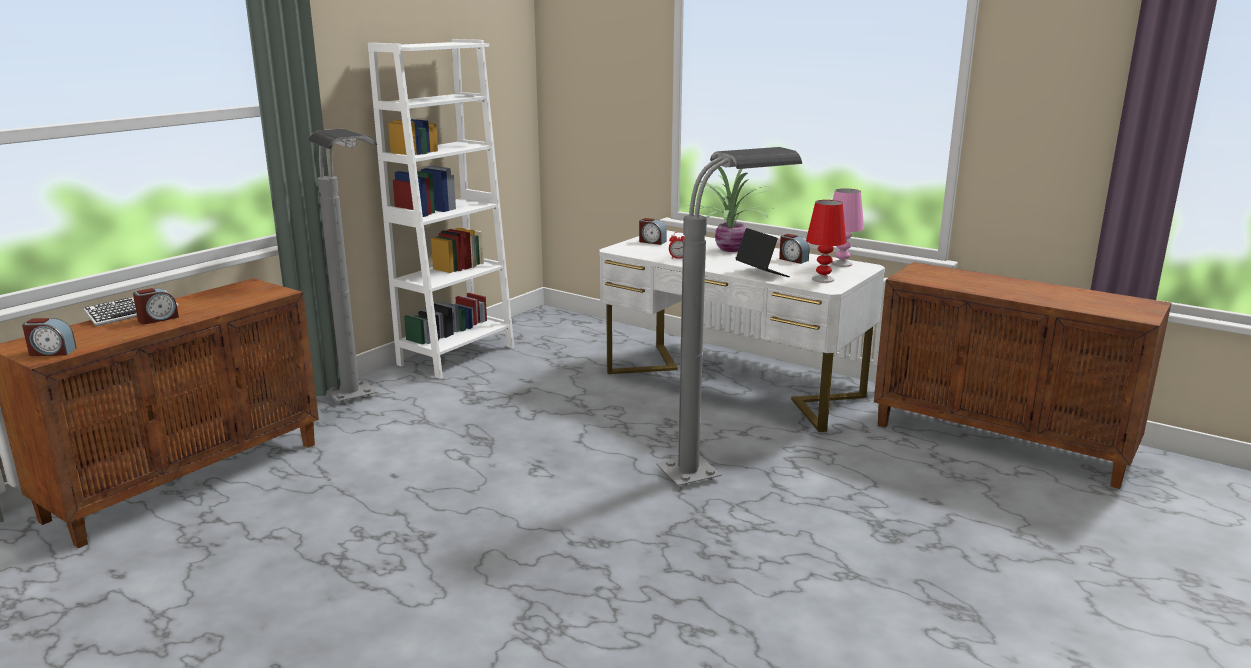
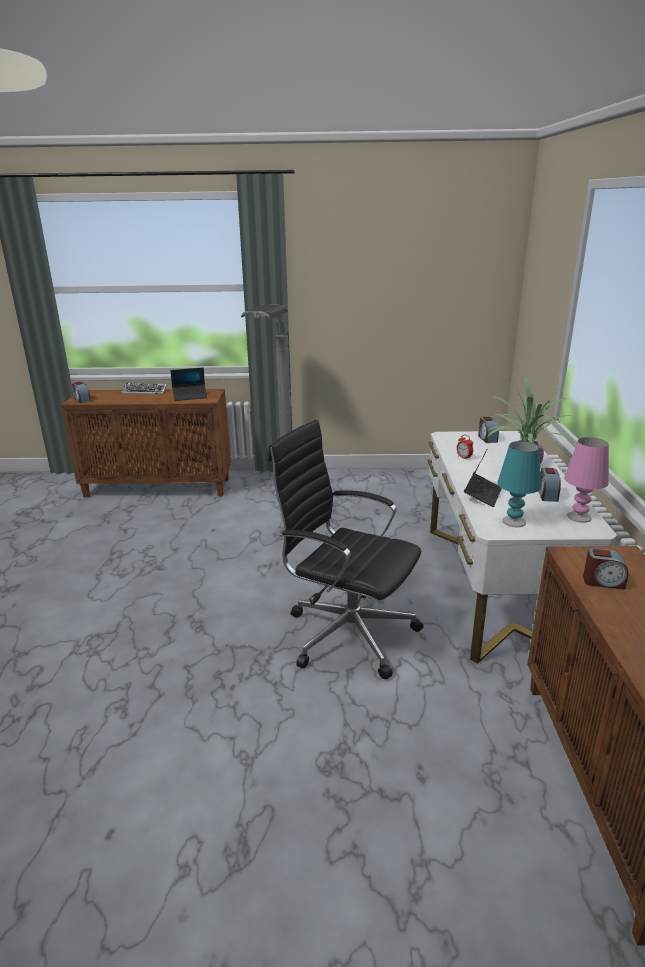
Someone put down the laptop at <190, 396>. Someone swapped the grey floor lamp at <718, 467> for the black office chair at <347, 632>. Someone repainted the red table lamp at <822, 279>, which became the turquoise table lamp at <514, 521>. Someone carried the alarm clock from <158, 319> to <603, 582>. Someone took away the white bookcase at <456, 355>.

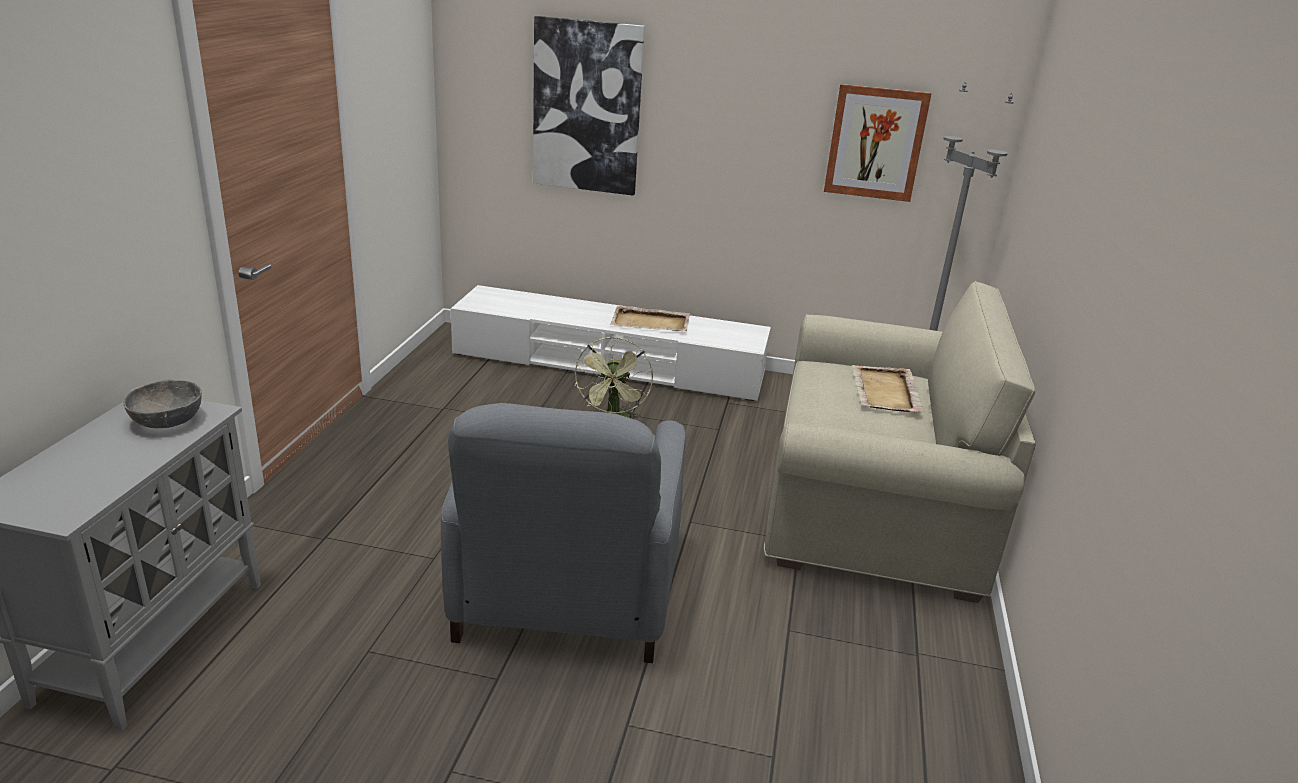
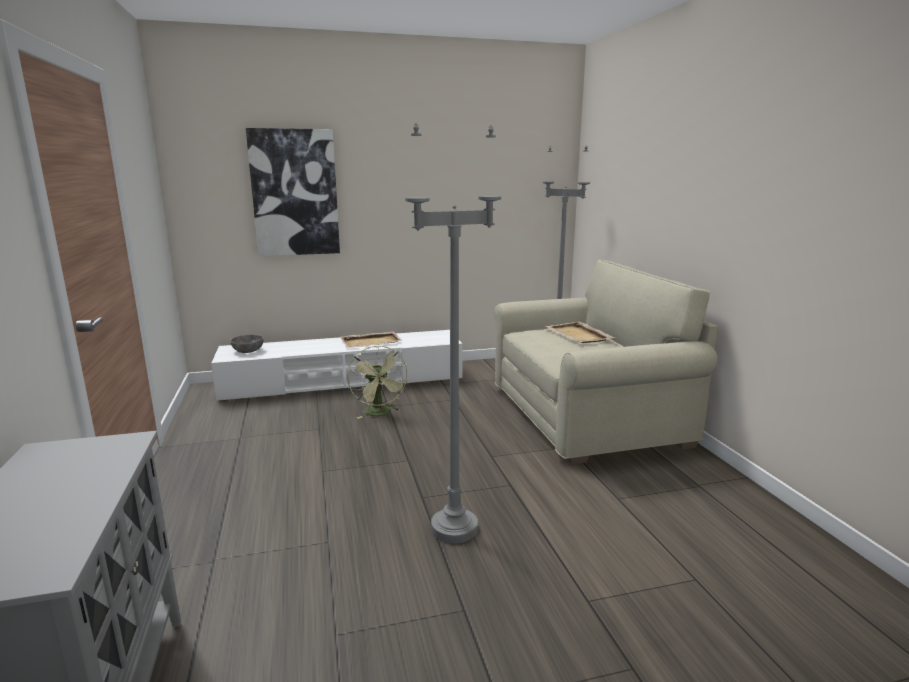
Someone carried the grey bowl from <168, 420> to <248, 351>. Someone swapped the grey armchair at <565, 592> for the grey floor lamp at <454, 529>. Someone took away the picture at <875, 143>.

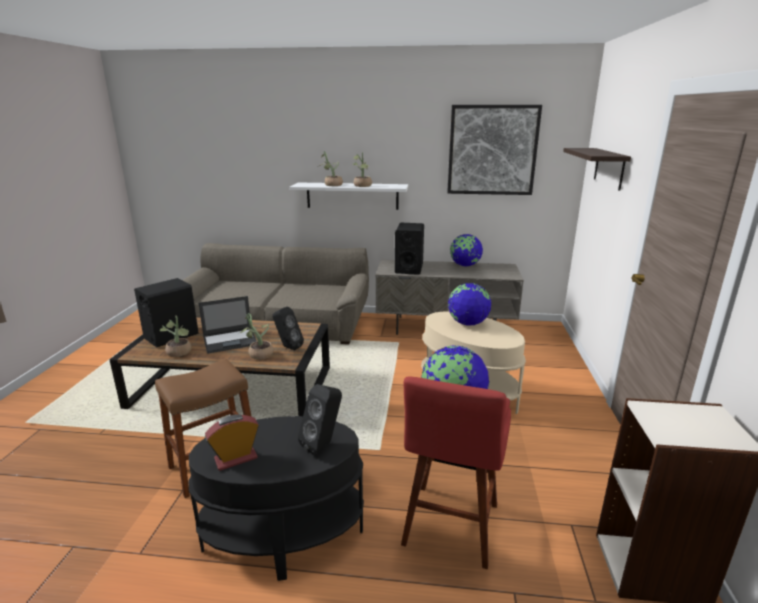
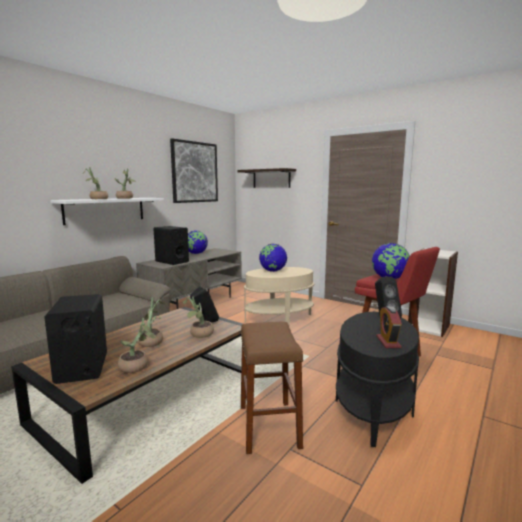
Someone swapped the laptop at <231, 341> for the potted plant at <152, 341>.

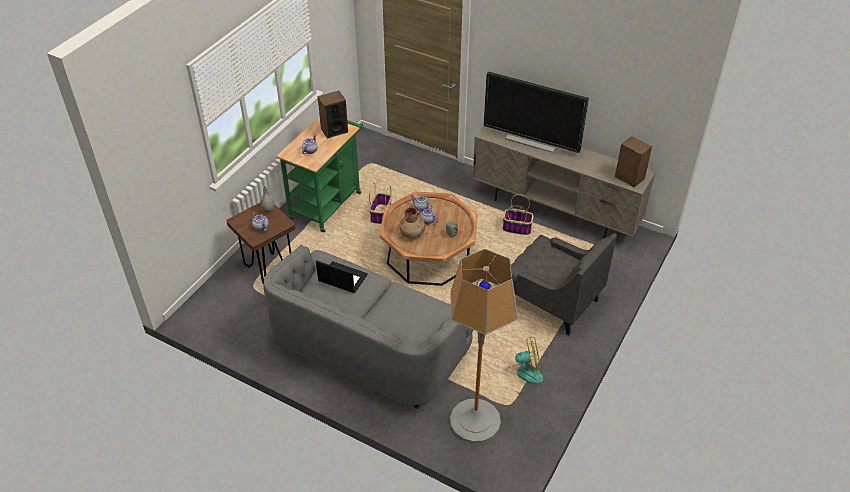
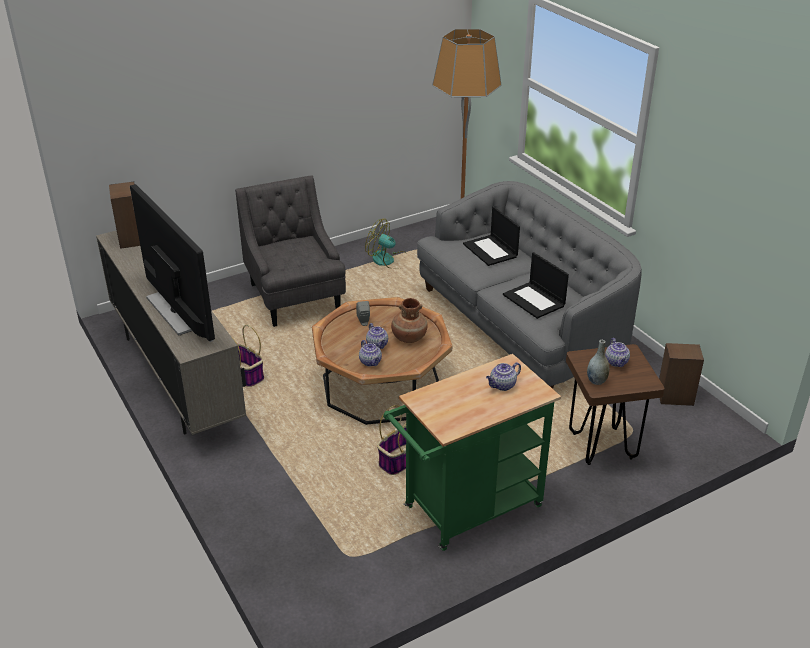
Someone put down the laptop at <491, 250>. Someone carried the speaker from <334, 130> to <675, 397>.

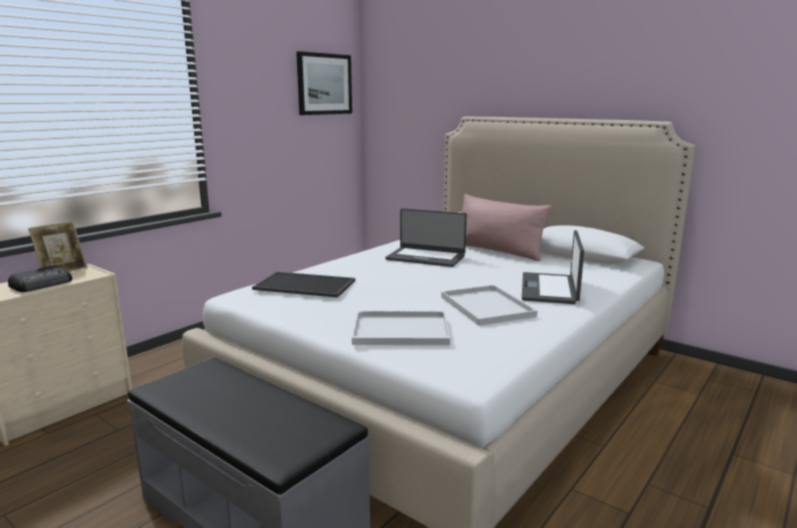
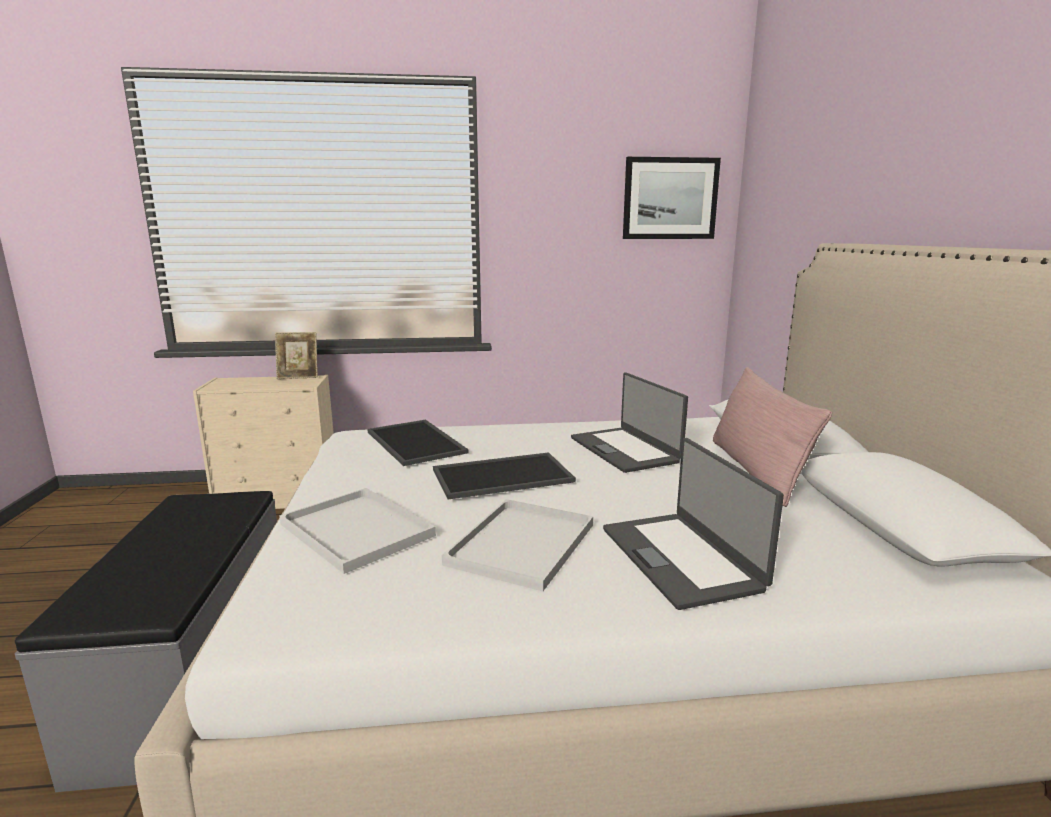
Someone put down the tray at <503, 475>. Someone rotated the laptop at <550, 289> by 75 degrees counterclockwise. Someone took away the radio at <43, 284>.

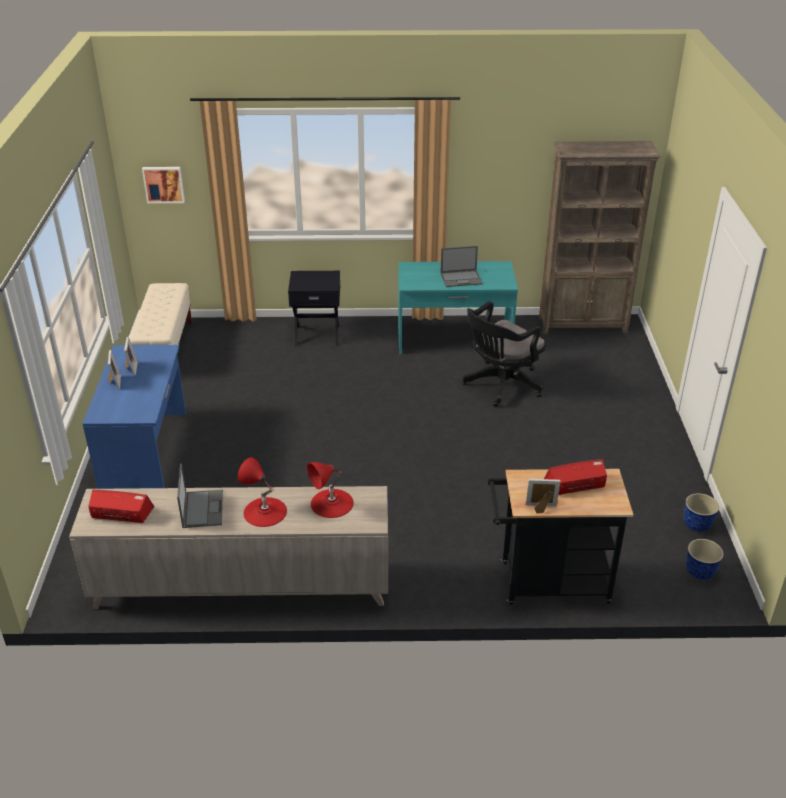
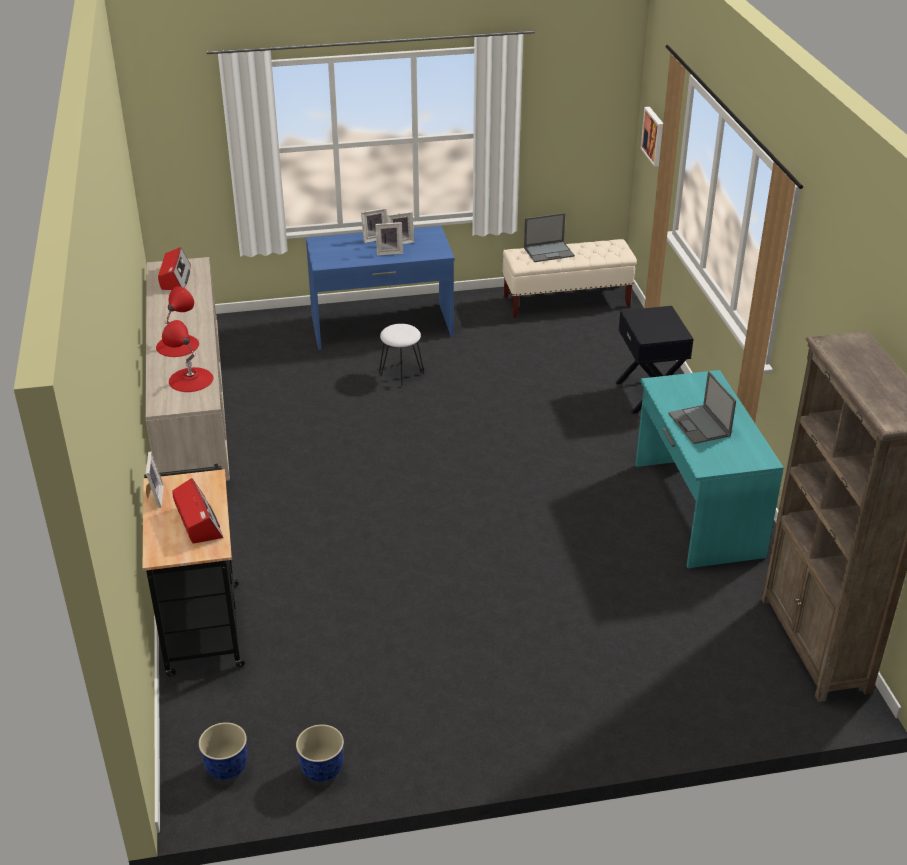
Someone put down the picture frame at <389, 252>. Someone put down the white stool at <401, 374>. Someone carried the laptop from <202, 508> to <549, 252>. Someone took away the black office chair at <500, 386>.

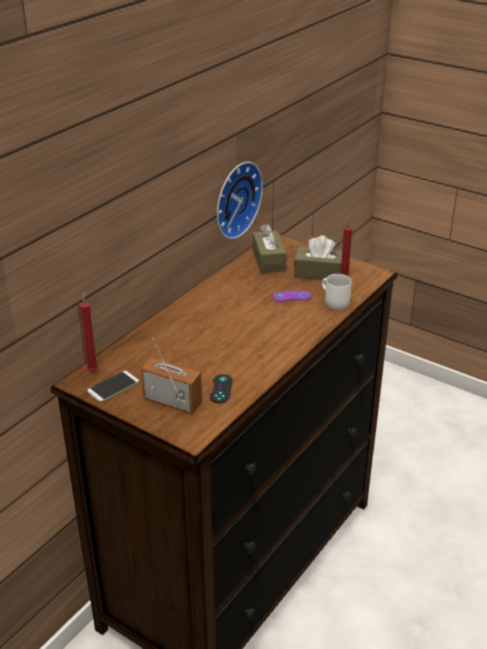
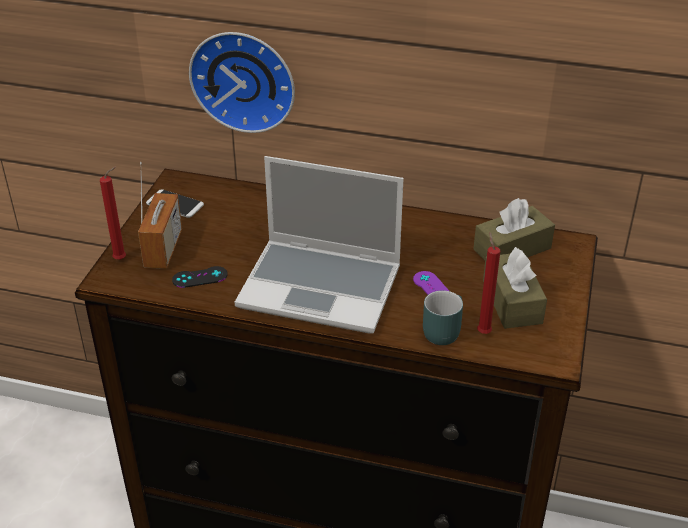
Someone carried the red candle from <93, 370> to <122, 259>. Someone carried the wall clock from <234, 199> to <244, 79>. Someone put down the laptop at <322, 287>. Someone repainted the white mug at <333, 302>, which became the turquoise mug at <441, 329>.

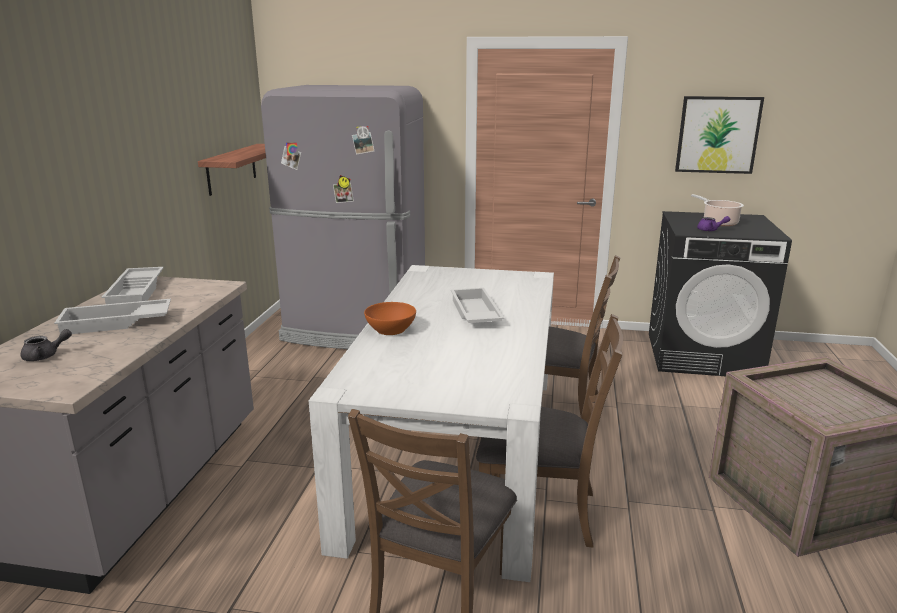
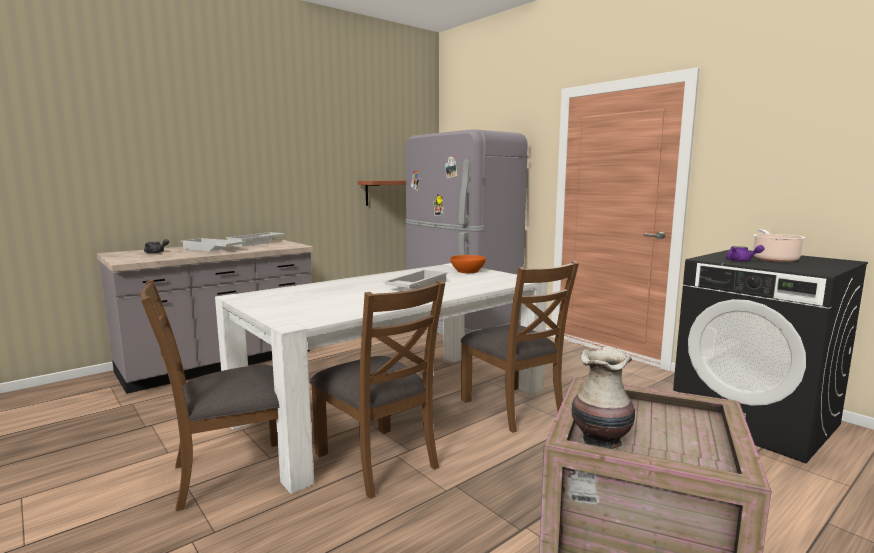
Someone carried the orange bowl from <390, 329> to <467, 271>. Someone put down the vase at <601, 441>. Someone took away the picture at <717, 135>.

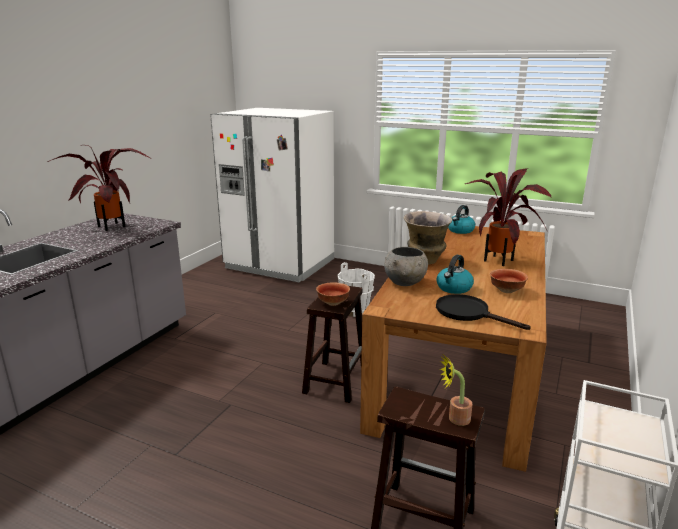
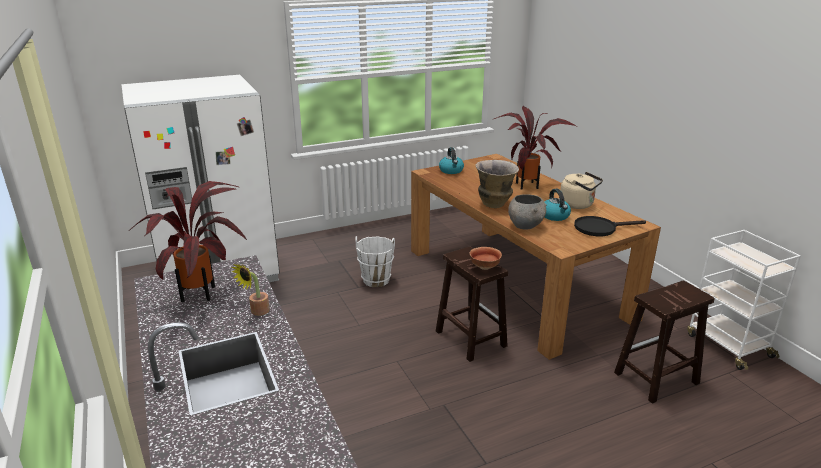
Someone carried the potted plant from <454, 419> to <257, 312>. Someone swapped the bowl at <506, 291> for the beige kettle at <578, 205>.

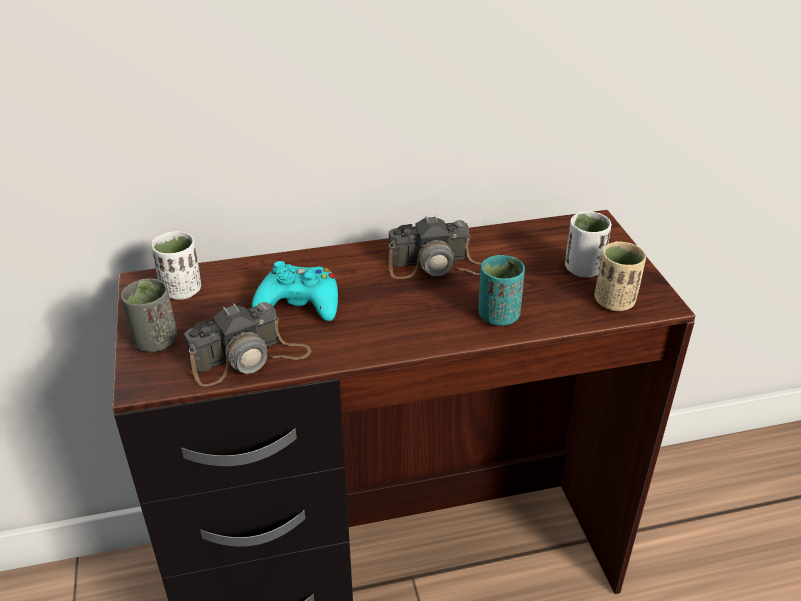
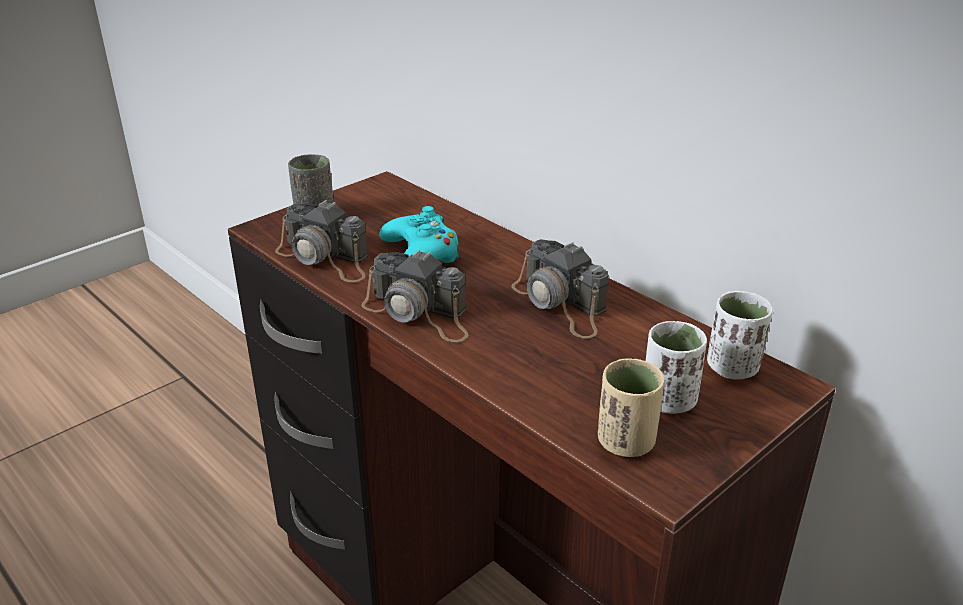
Someone put down the photo camera at <419, 313>. Someone carried the white cup from <182, 290> to <732, 368>. Someone took away the turquoise cup at <498, 316>.

